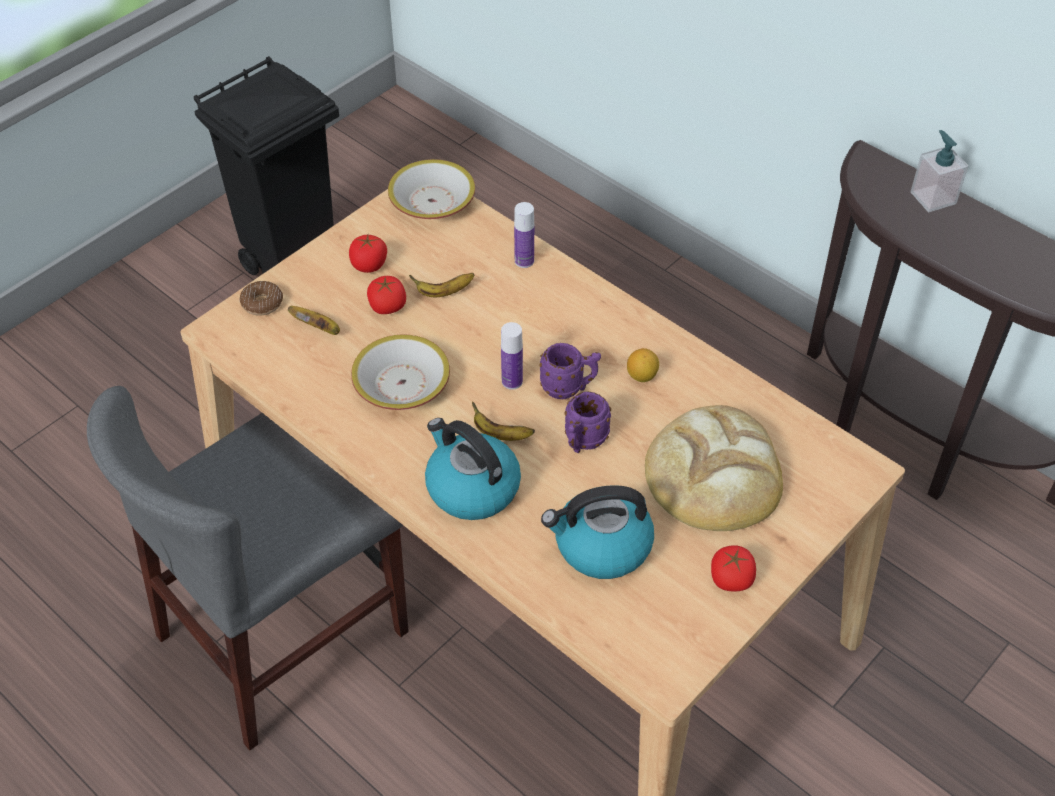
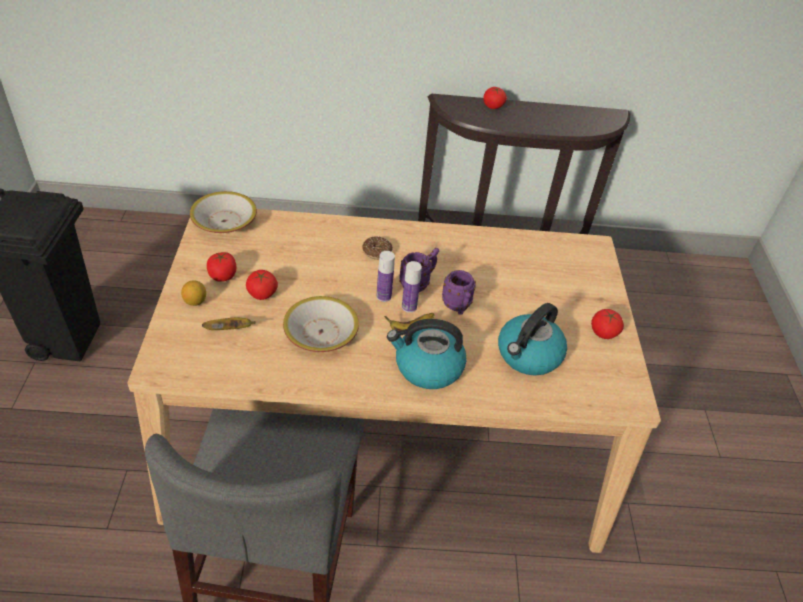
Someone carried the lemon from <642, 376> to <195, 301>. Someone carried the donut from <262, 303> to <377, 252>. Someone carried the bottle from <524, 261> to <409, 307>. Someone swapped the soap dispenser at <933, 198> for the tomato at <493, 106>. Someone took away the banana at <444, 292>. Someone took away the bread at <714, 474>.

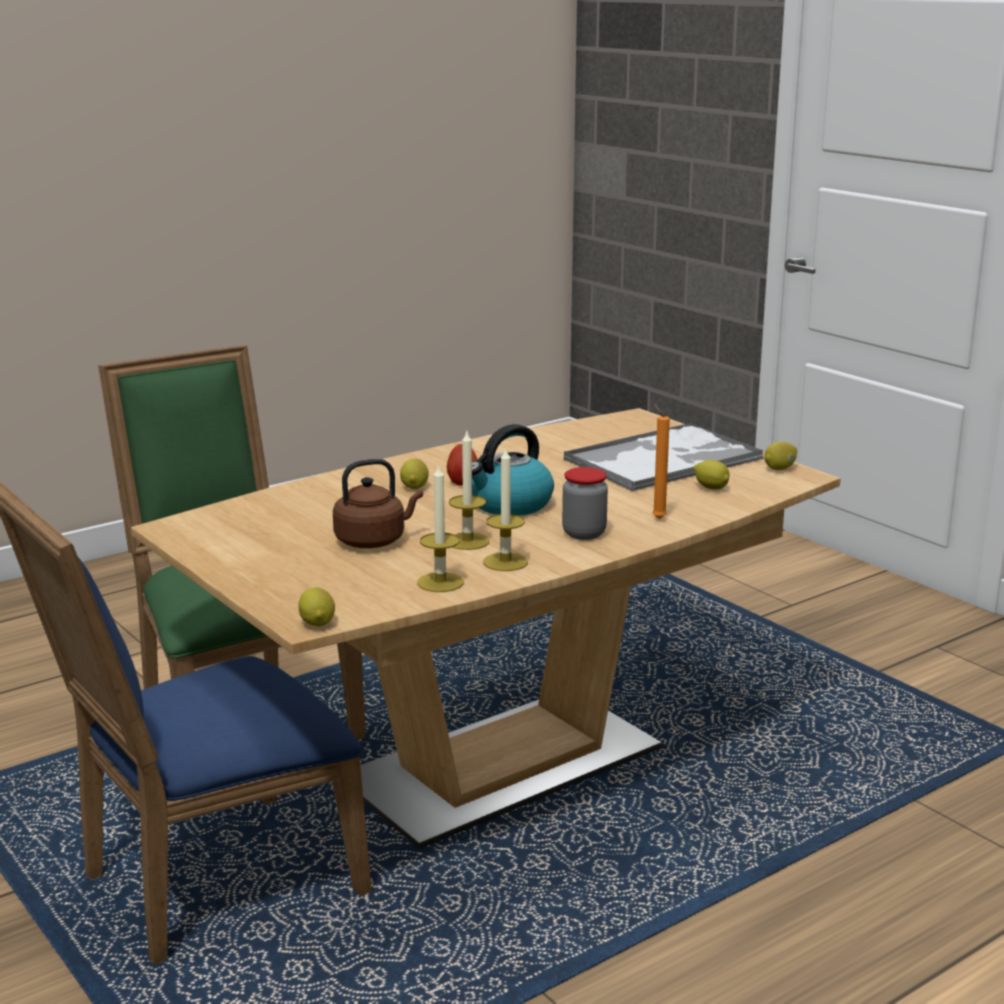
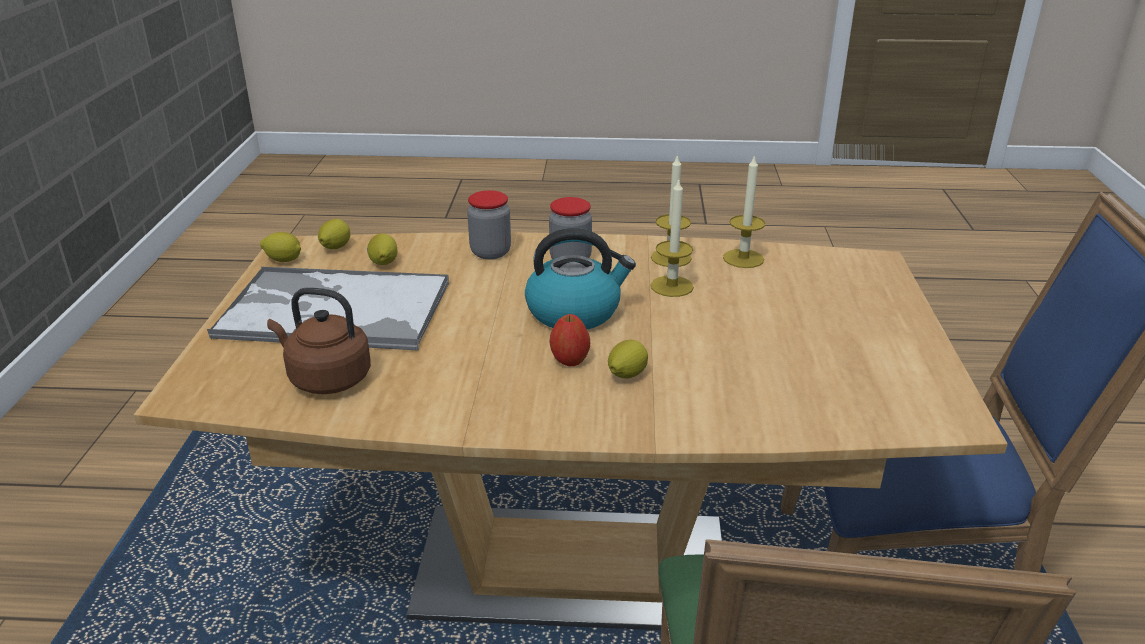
Someone carried the brown kettle from <373, 541> to <326, 378>. Someone carried the lemon from <317, 623> to <335, 248>. Someone swapped the orange candle at <657, 518> for the jar at <490, 252>.

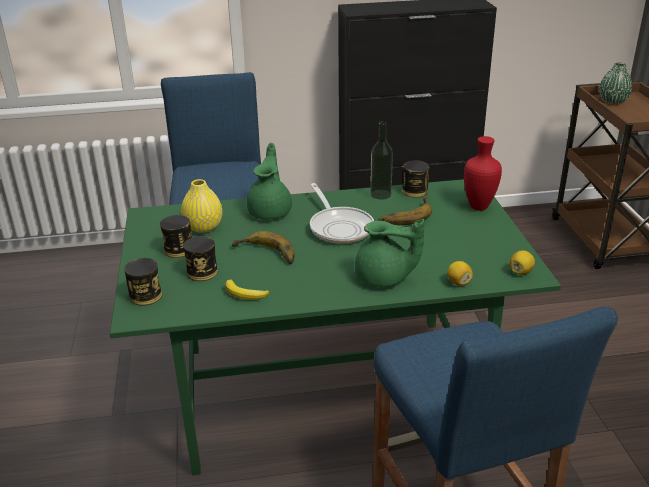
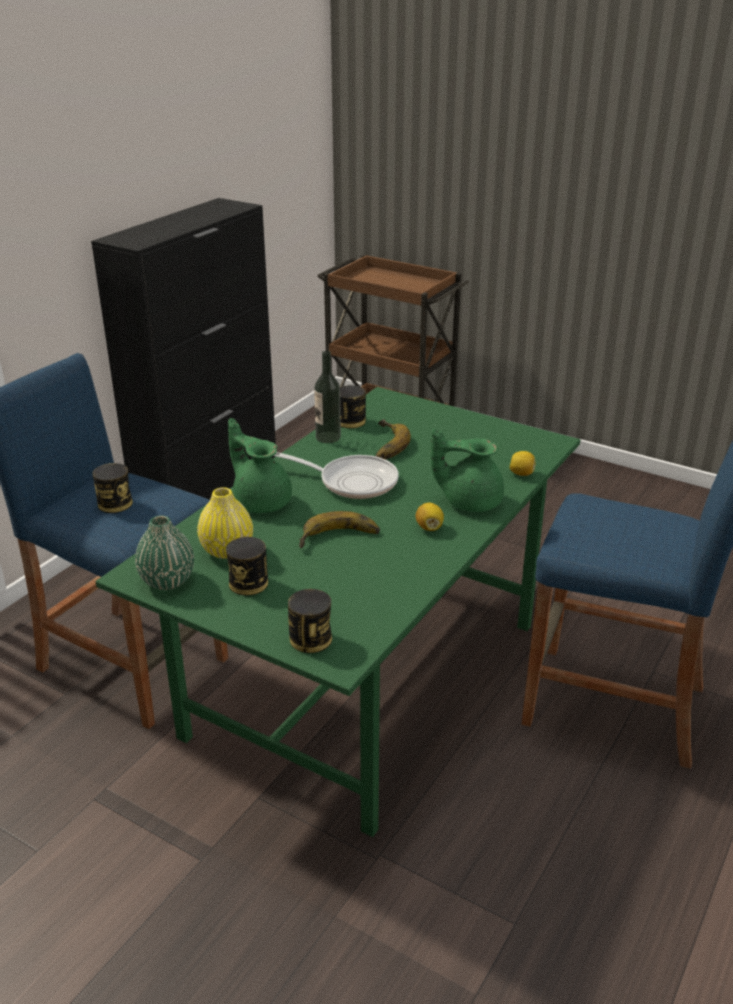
Someone carried the can from <202, 272> to <115, 503>. Someone carried the green vase from <613, 101> to <167, 580>. Someone carried the lemon from <520, 272> to <429, 527>. Someone rotated the green teapot at <384, 278> by 135 degrees counterclockwise. Someone took away the banana at <245, 294>. Someone took away the red vase at <477, 206>.

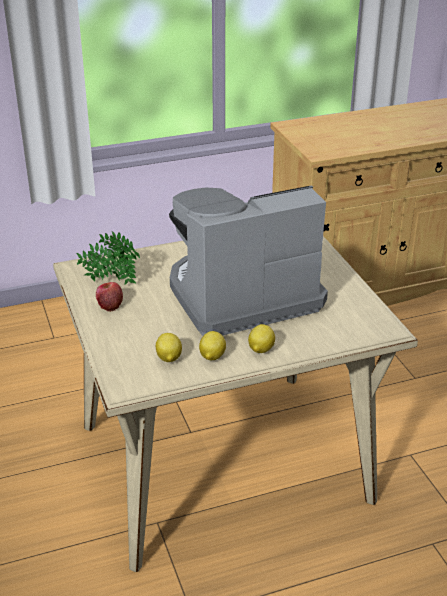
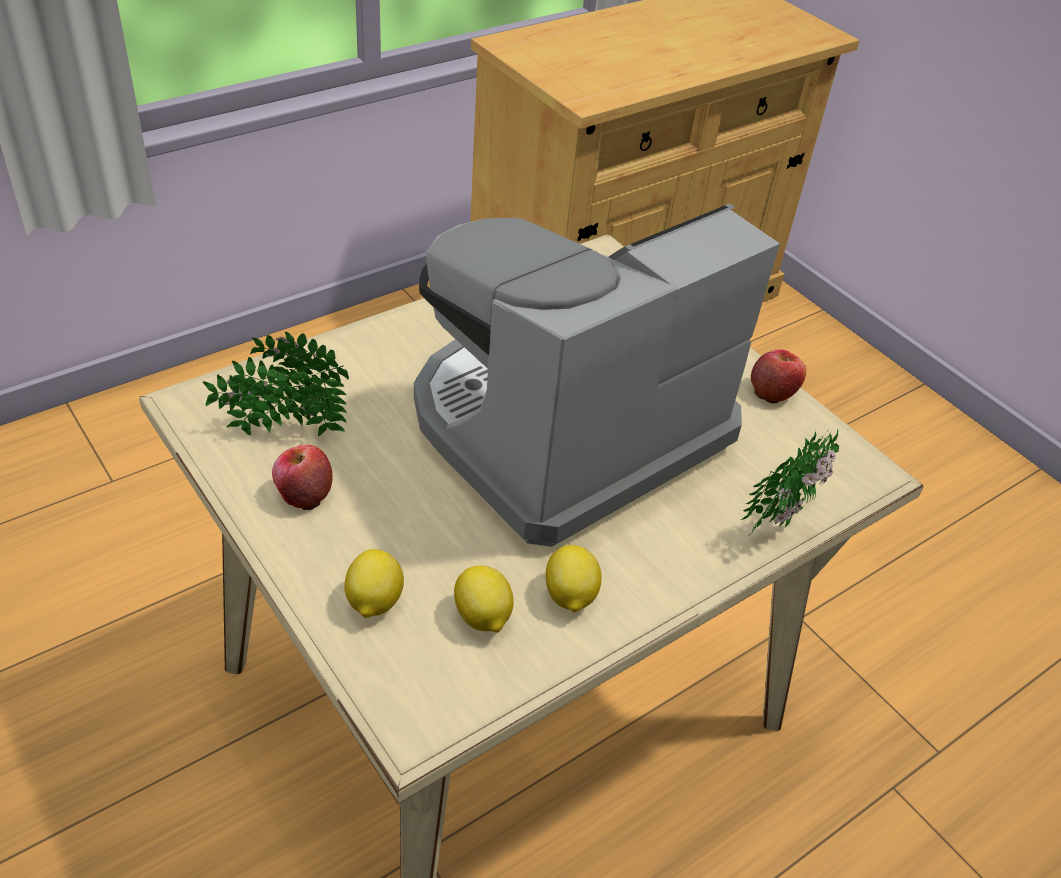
Someone carried the lemon from <260, 349> to <373, 602>. Someone put down the potted plant at <784, 514>. Someone put down the apple at <773, 391>.

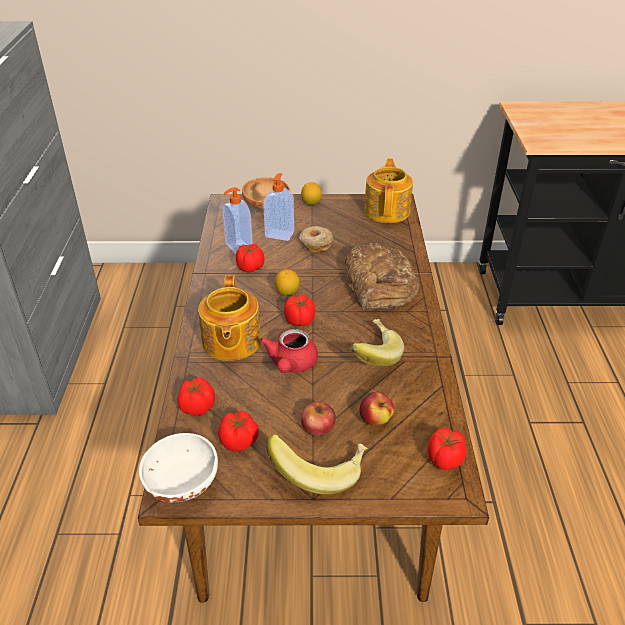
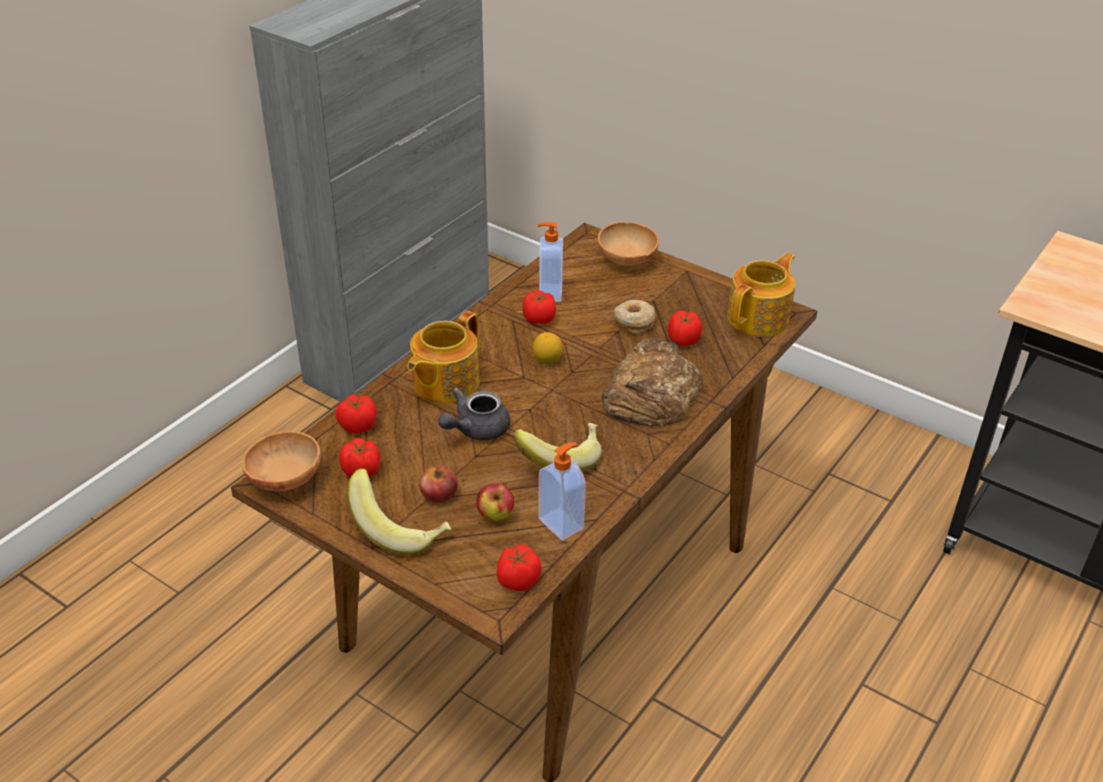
Someone repainted the white bowl at <180, 484>, which became the brown bowl at <284, 479>. Someone repainted the red teapot at <291, 365>, which became the grey teapot at <475, 429>. Someone carried the soap dispenser from <280, 234> to <562, 523>. Someone carried the tomato from <300, 321> to <683, 340>. Someone took away the lemon at <311, 203>.

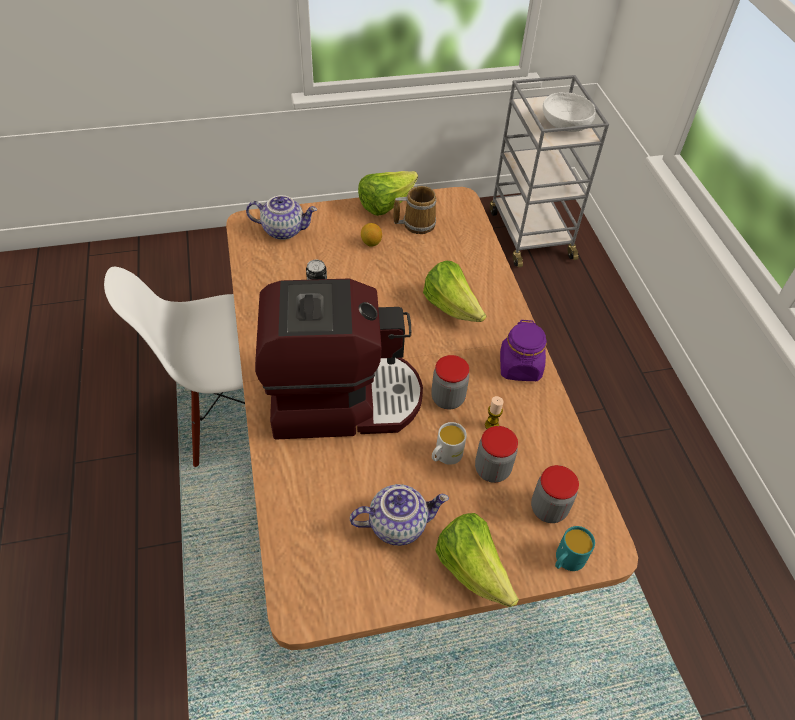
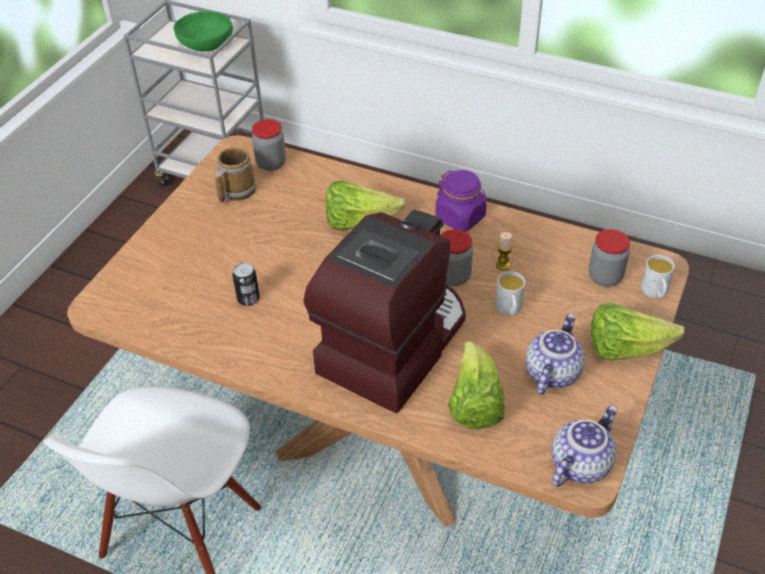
Someone repainted the white bowl at <564, 125>, which became the green bowl at <205, 46>. Someone carried the jar from <492, 469> to <271, 163>. Someone carried the lettuce from <386, 204> to <474, 404>. Someone carried the teapot from <284, 230> to <579, 463>. Someone repainted the turquoise mug at <566, 560>, which became the white mug at <655, 292>. Someone took away the lemon at <371, 243>.

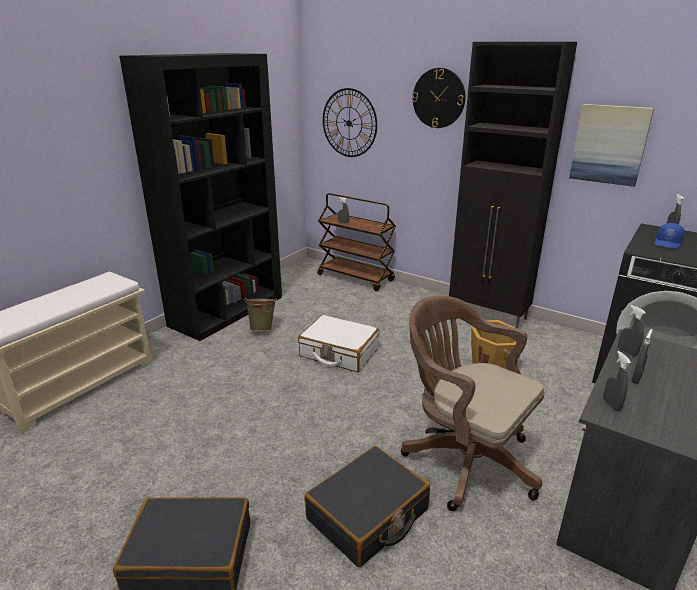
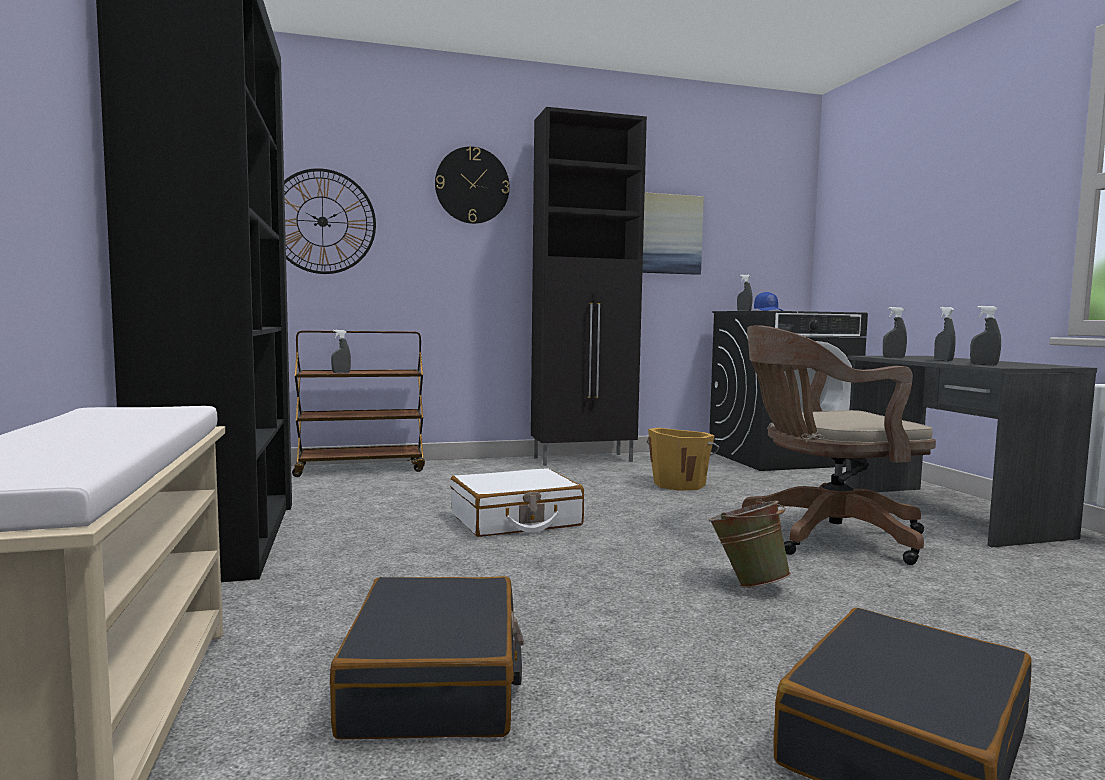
Someone carried the black suitcase from <368, 515> to <436, 682>. Someone carried the green bucket from <263, 328> to <746, 584>.

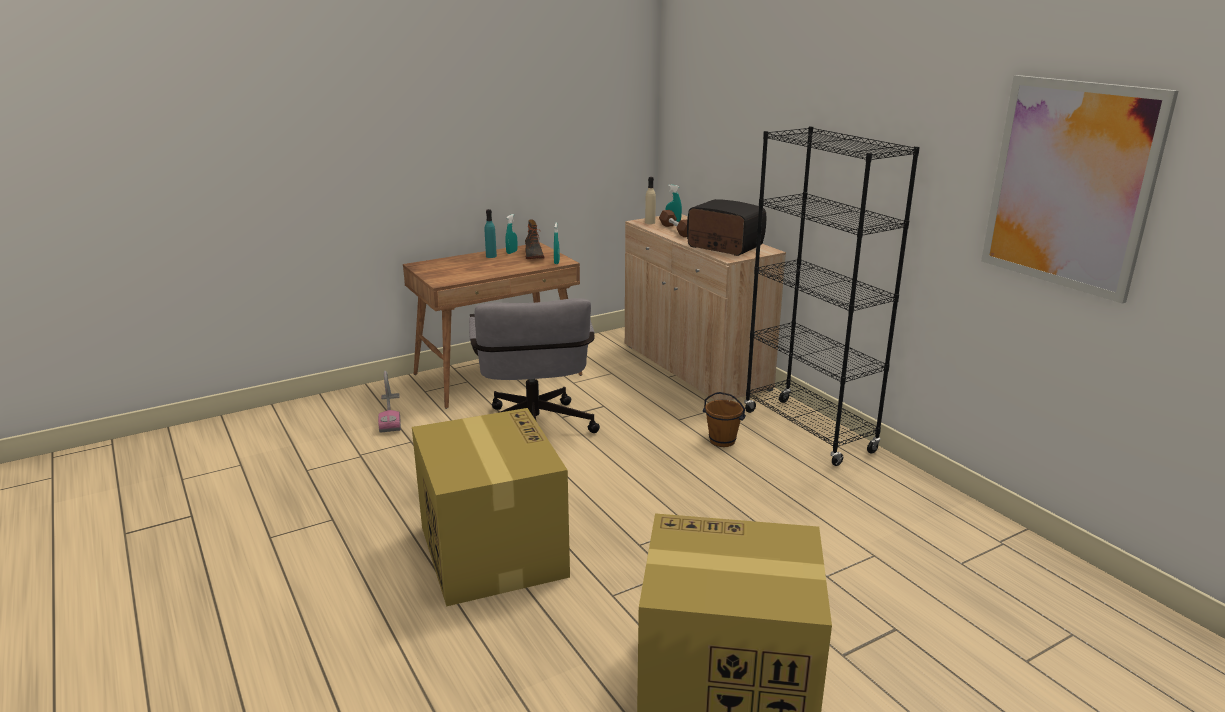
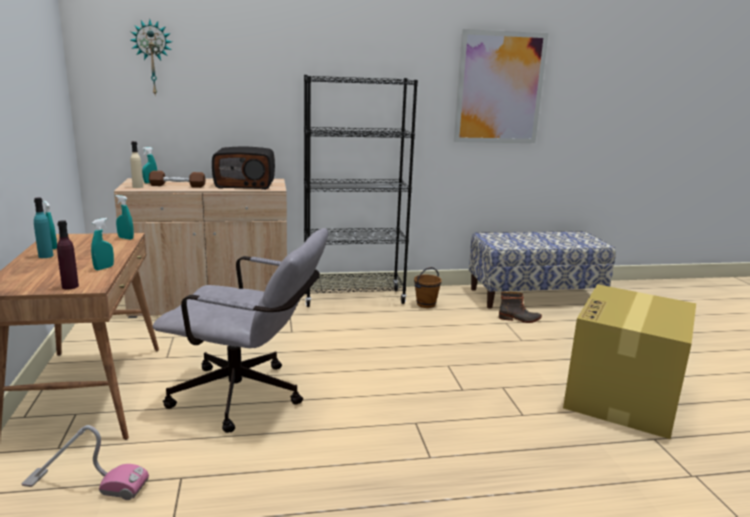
Someone put down the purple bottle at <70, 286>. Someone put down the turquoise spray bottle at <104, 268>. Someone put up the wall clock at <153, 58>. Someone rotated the radio at <724, 246> by 150 degrees counterclockwise. Someone carried the brown bucket from <722, 441> to <426, 304>. Someone put down the bench at <535, 296>. Someone carried the boot from <533, 255> to <519, 319>. Someone took away the cardboard box at <491, 550>.

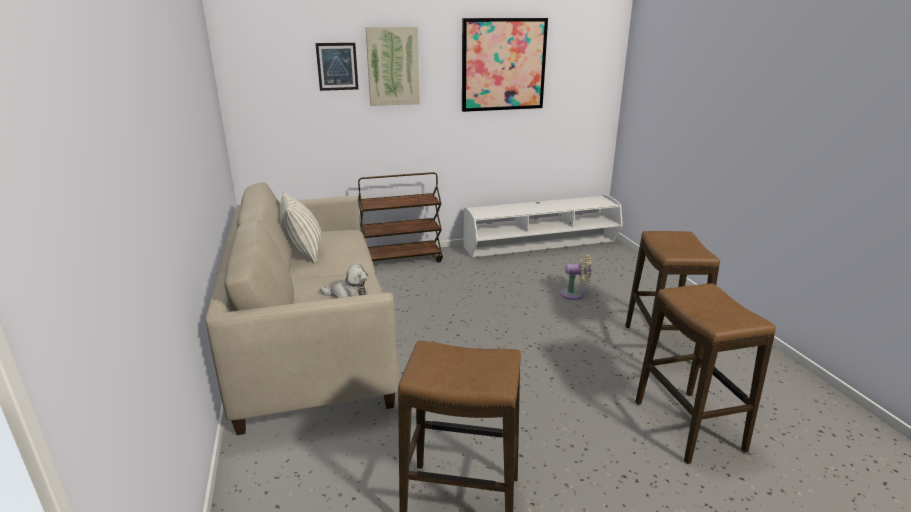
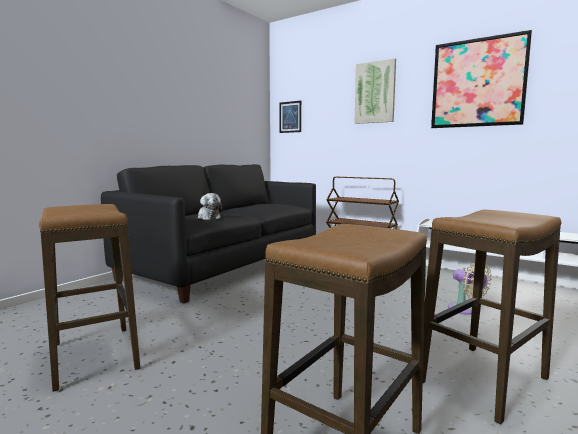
Someone repainted the beige sofa at <312, 340>, which became the black sofa at <225, 265>. Someone carried the picture from <337, 66> to <290, 117>. Someone took away the pillow at <304, 252>.

